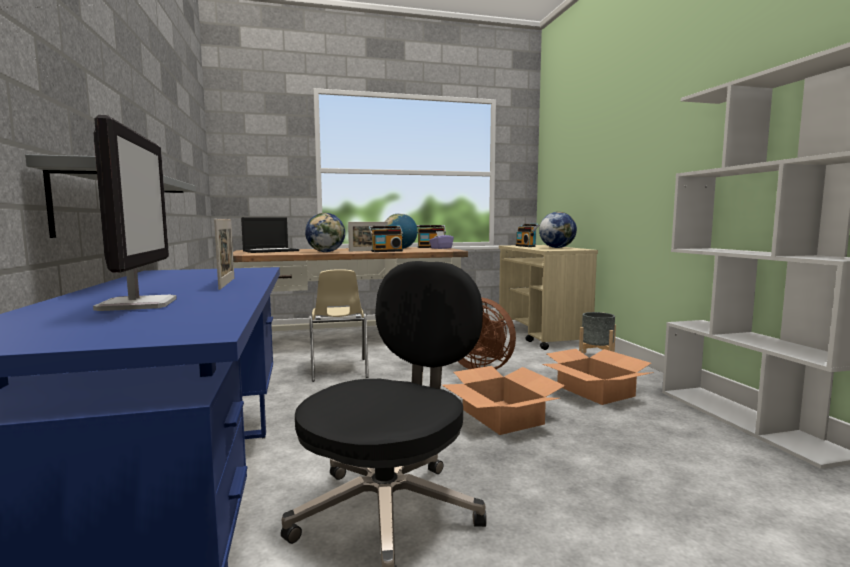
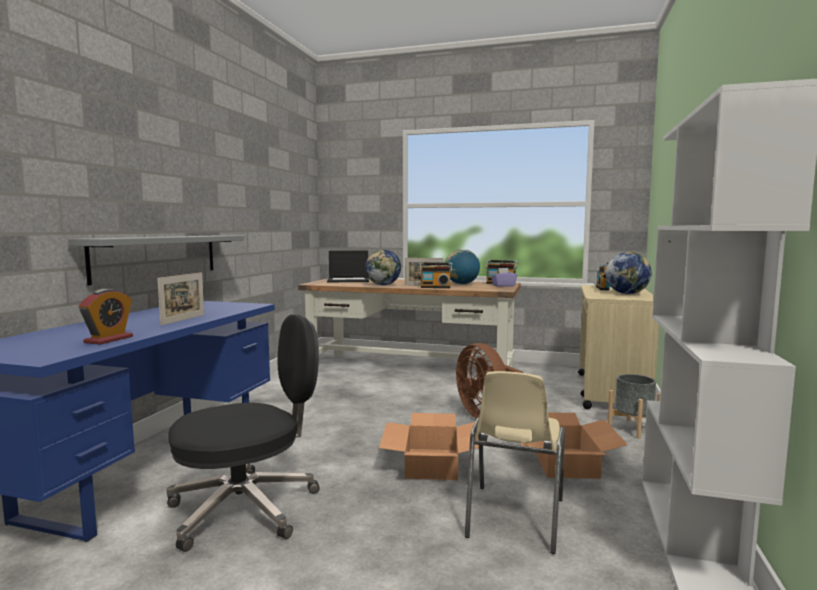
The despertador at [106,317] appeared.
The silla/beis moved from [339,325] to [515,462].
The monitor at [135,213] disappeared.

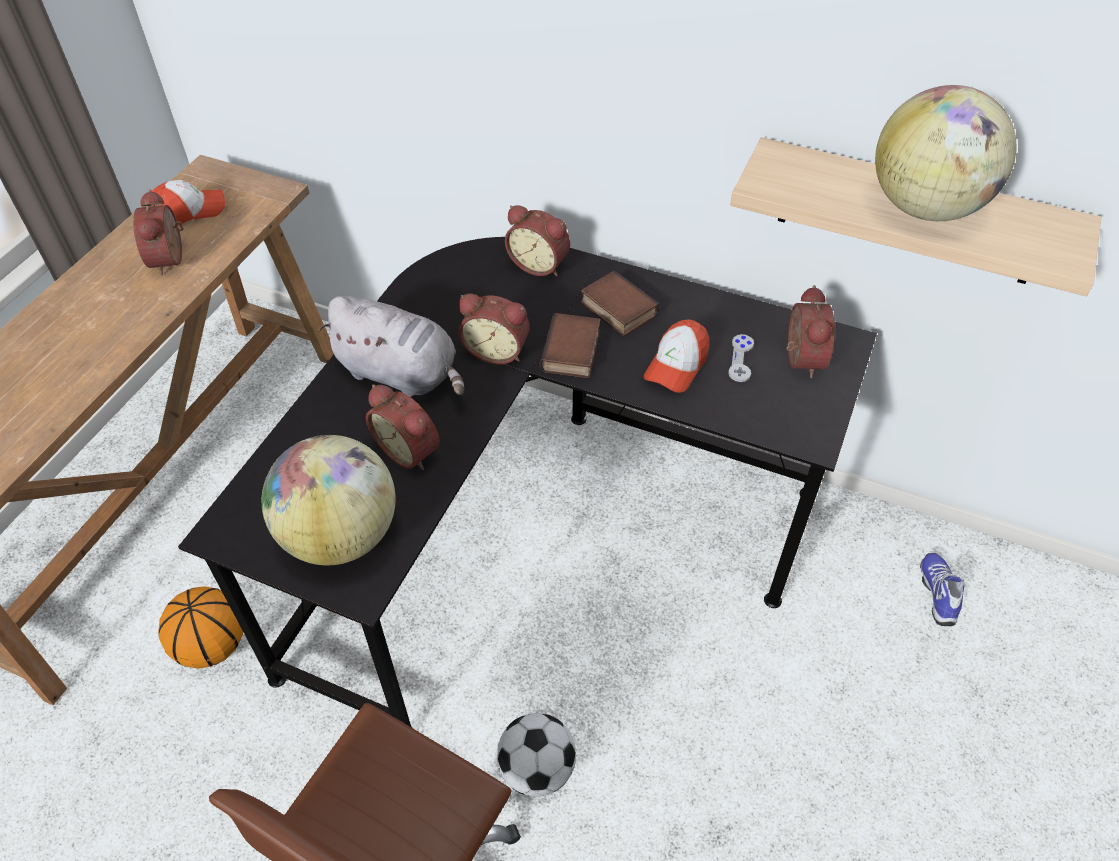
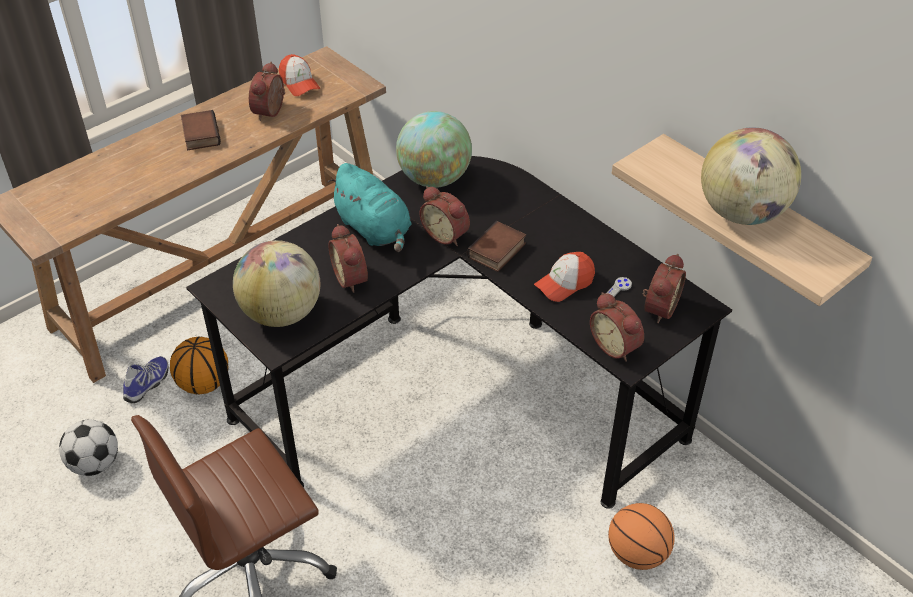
The balón de fútbol moved from [536,755] to [88,448].
The zapato moved from [942,589] to [146,379].
The libro moved from [620,303] to [201,130].
The gorra at [186,202] turned 60 degrees clockwise.
The peluche/gris at [391,346] became the peluche/turquesa at [369,207].
The globo terráqueo at [434,149] appeared.
The despertador moved from [537,240] to [617,327].
The balón de baloncesto at [641,536] appeared.

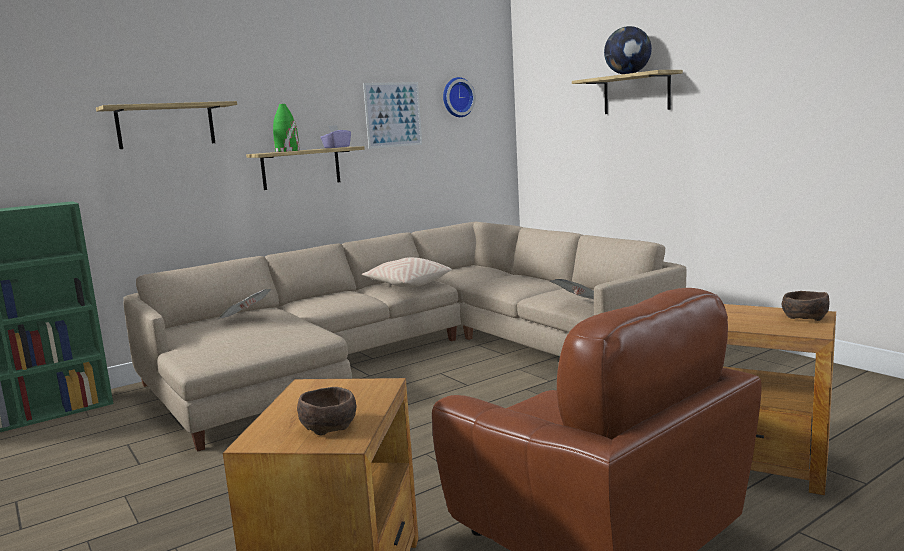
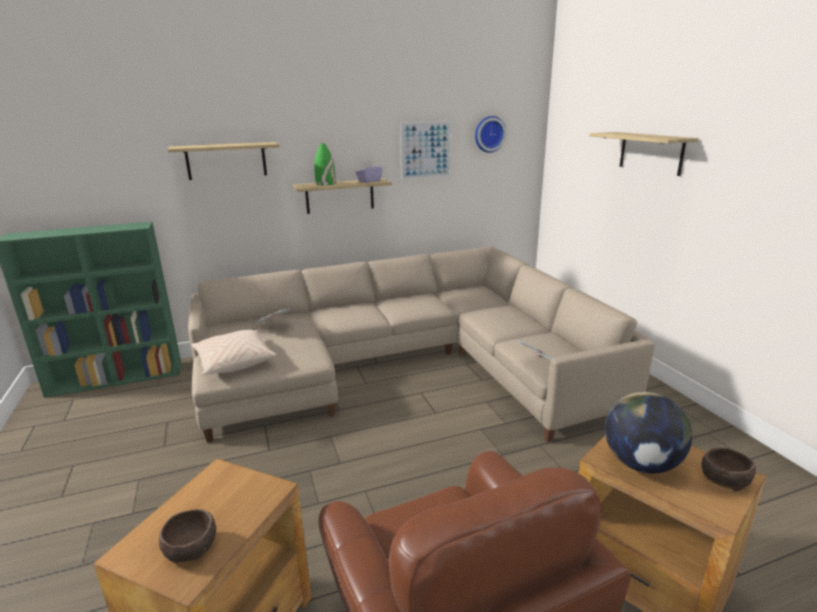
The cojín/beis moved from [407,272] to [233,352].
The globo terráqueo moved from [628,50] to [648,432].

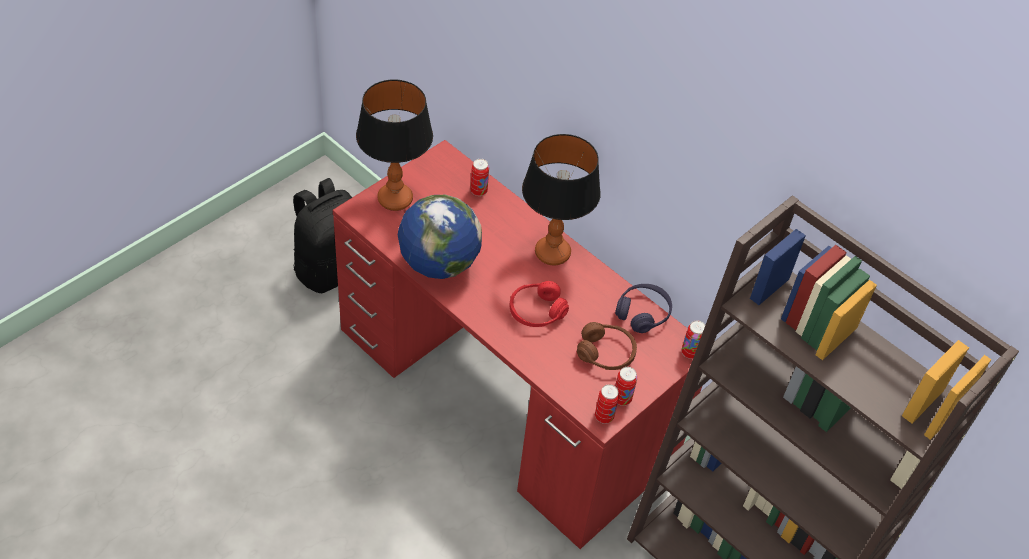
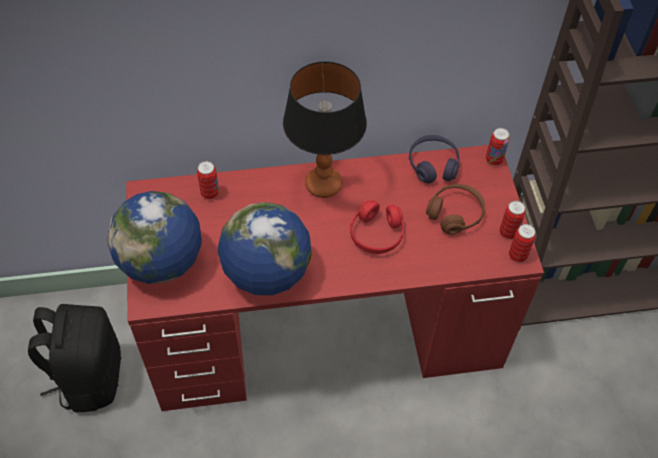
The lámpara de mesa at [394,145] was replaced by the globo terráqueo at [154,237].

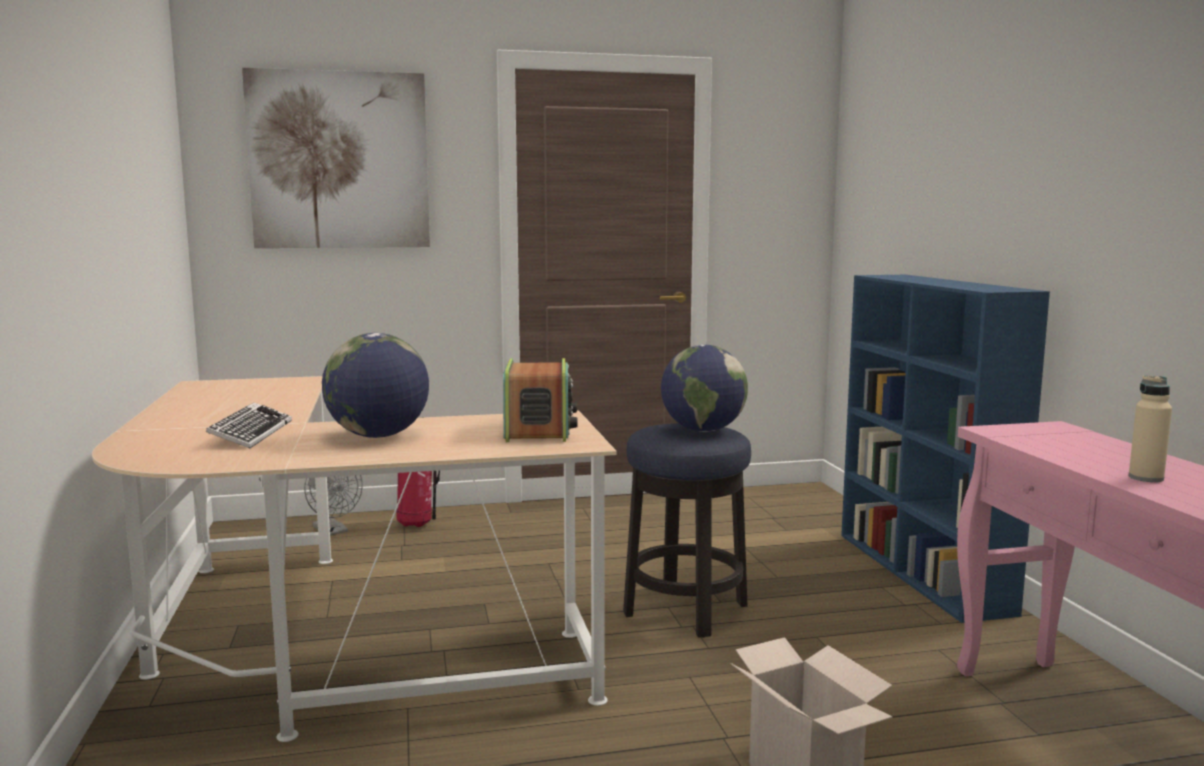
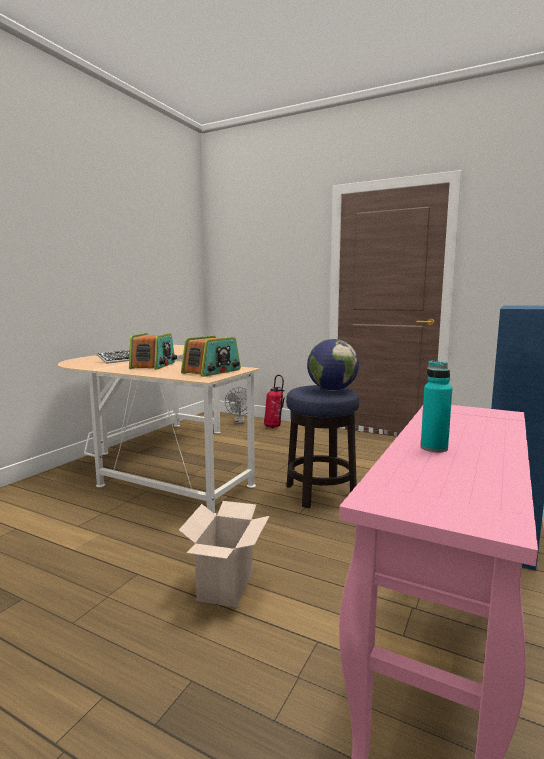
The globo terráqueo at [375,385] was replaced by the radio at [153,351].
The botella/beis at [1150,429] became the botella/turquesa at [436,406].
The cuadro at [336,158] disappeared.

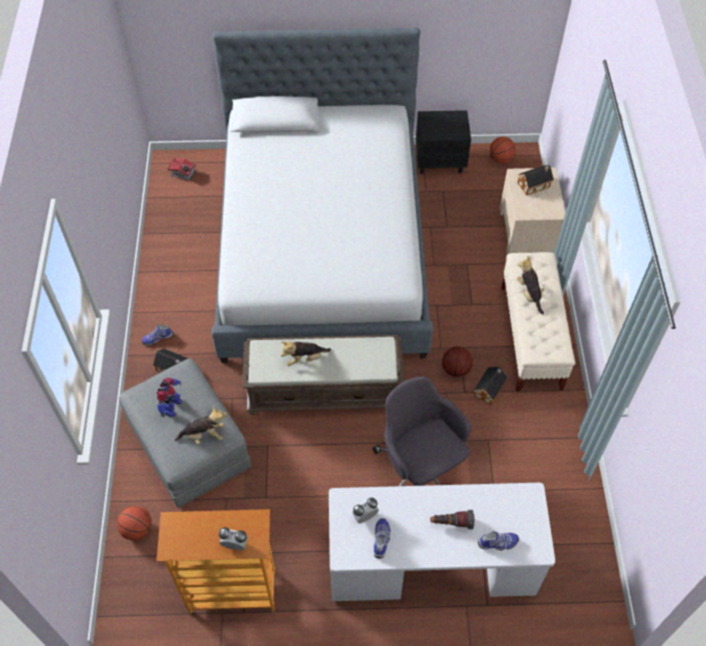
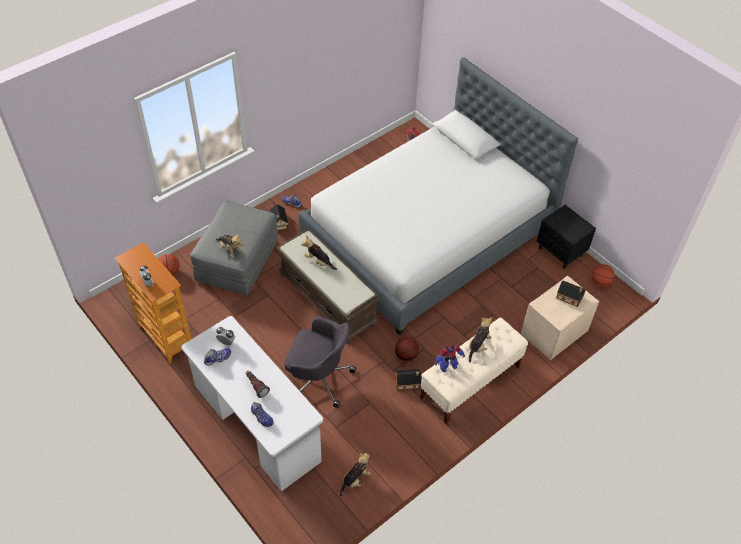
The silla de oficina/gris at [422,431] turned 90 degrees clockwise.
The peluche at [355,474] appeared.
The robot de juguete moved from [169,397] to [450,358].

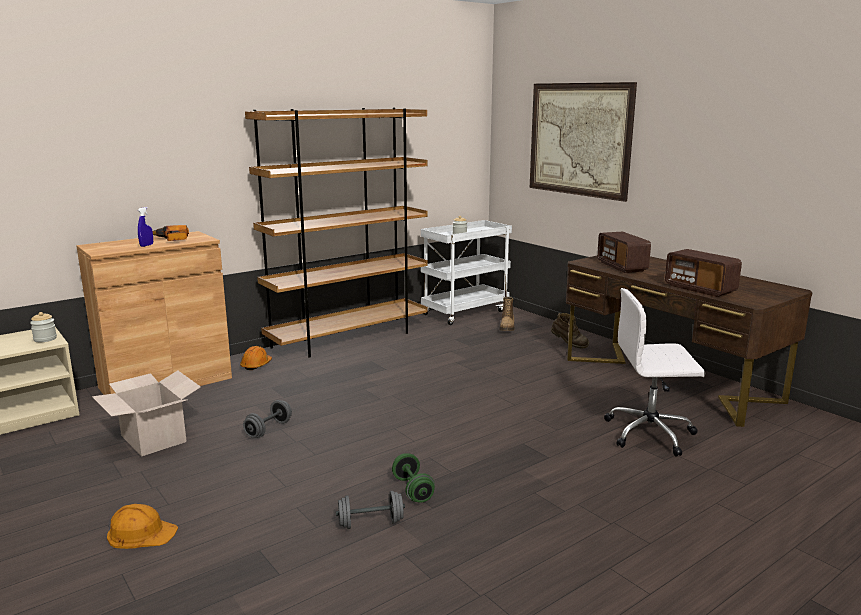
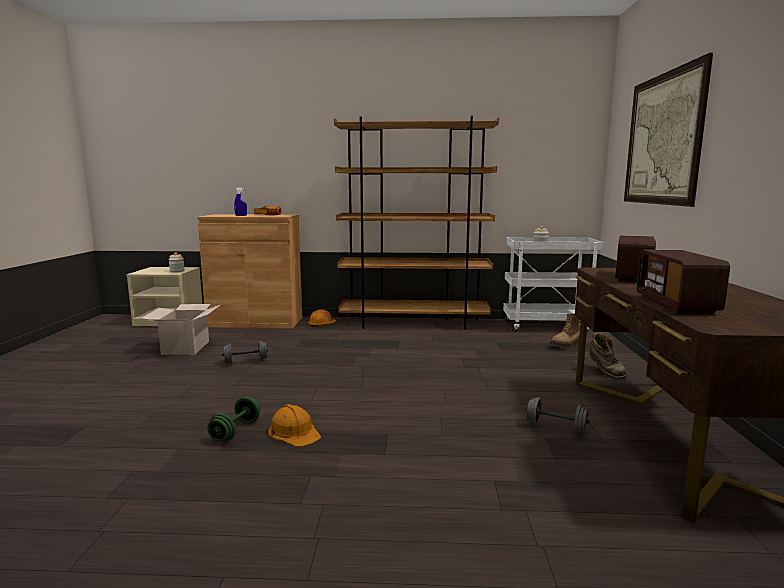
The casco/naranja moved from [142,526] to [294,425].
The mancuerna/gris moved from [370,510] to [558,415].
The silla de oficina/blanco at [654,372] disappeared.

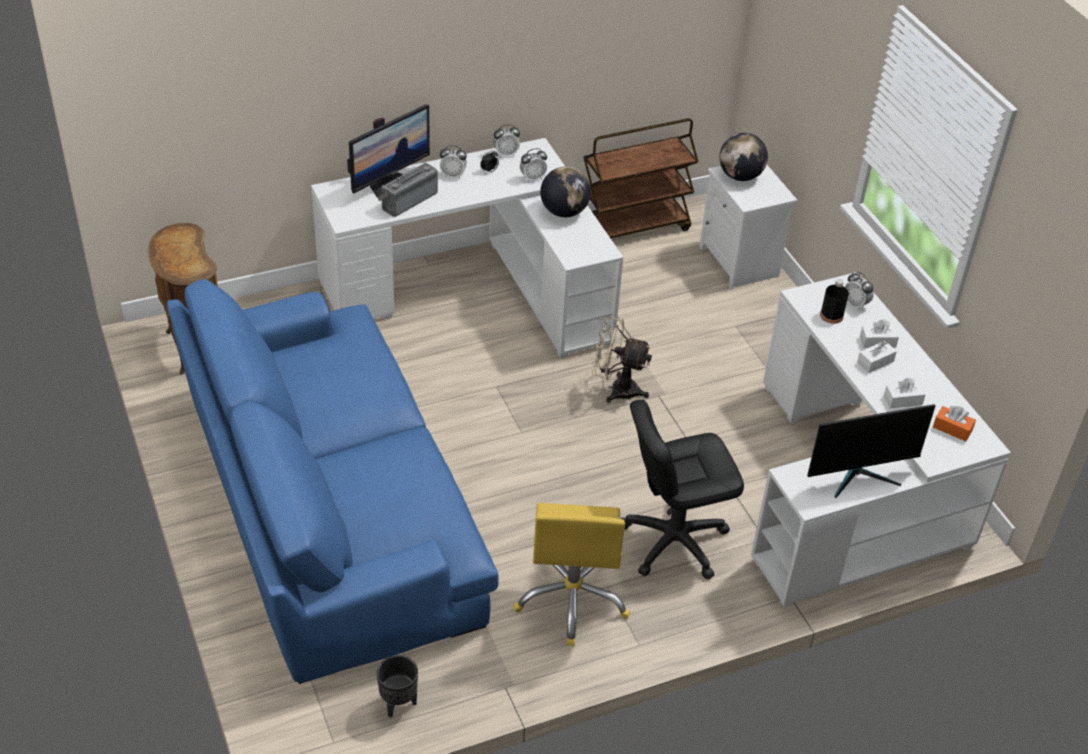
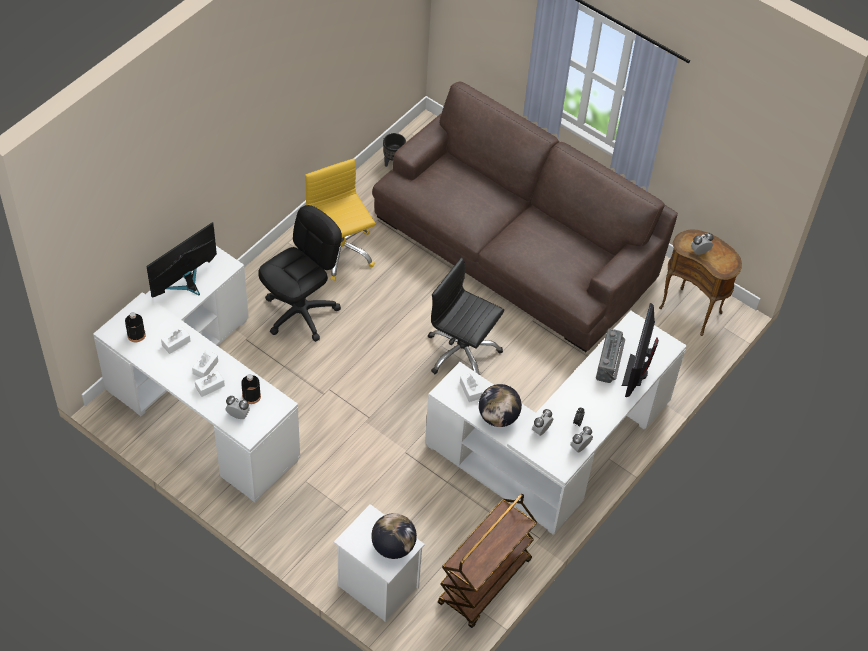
The caja de pañuelos/naranja at [954,423] was replaced by the botella/negro at [135,327].
The sofá/azul at [333,481] became the sofá/marrón at [525,216].
The silla de oficina/negro at [466,316] appeared.
The caja de pañuelos/blanco at [471,387] appeared.
The despertador moved from [453,162] to [702,244].
The ventilador/beis at [622,360] disappeared.

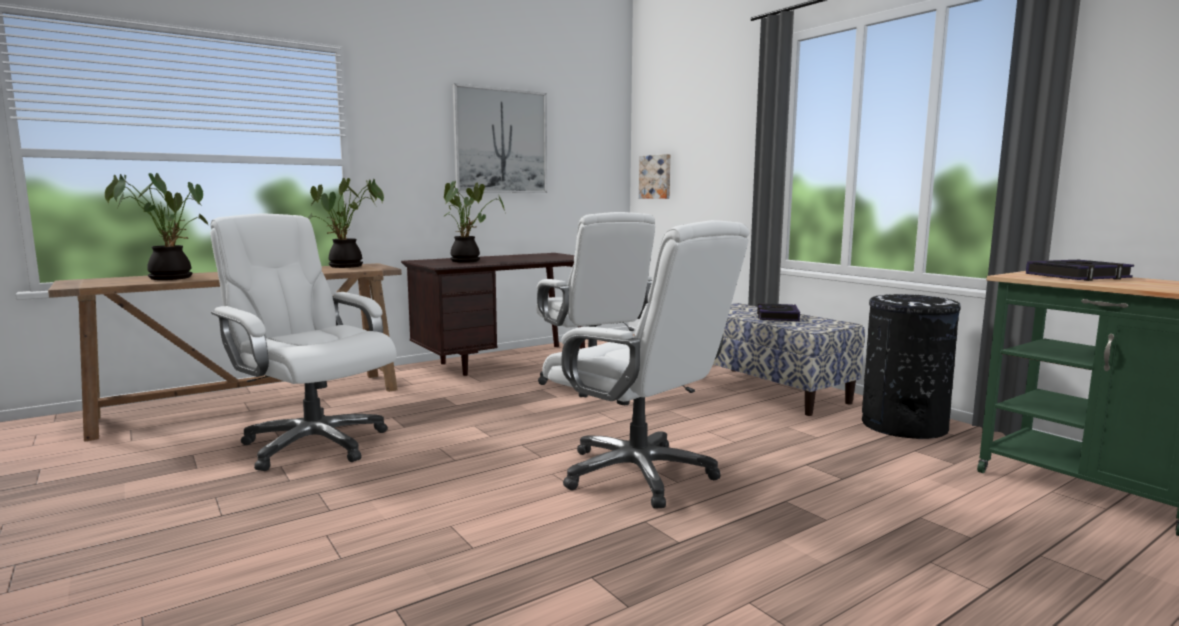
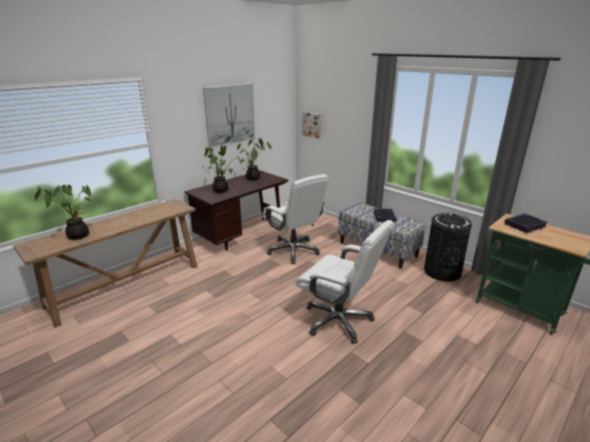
The planta en maceta moved from [346,223] to [254,159].
The silla de oficina/blanco at [303,342] disappeared.

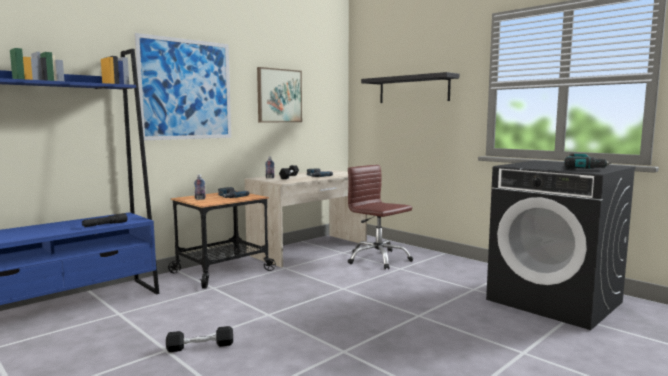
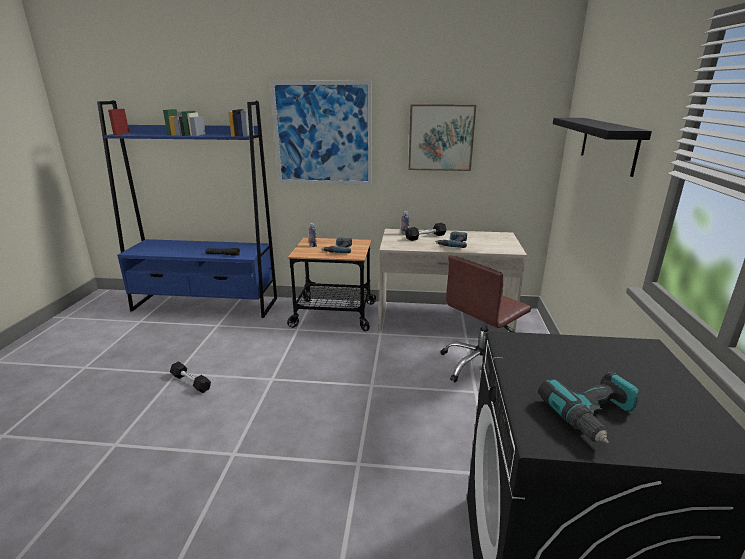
The silla de oficina/marrón at [380,217] turned 135 degrees counterclockwise.

